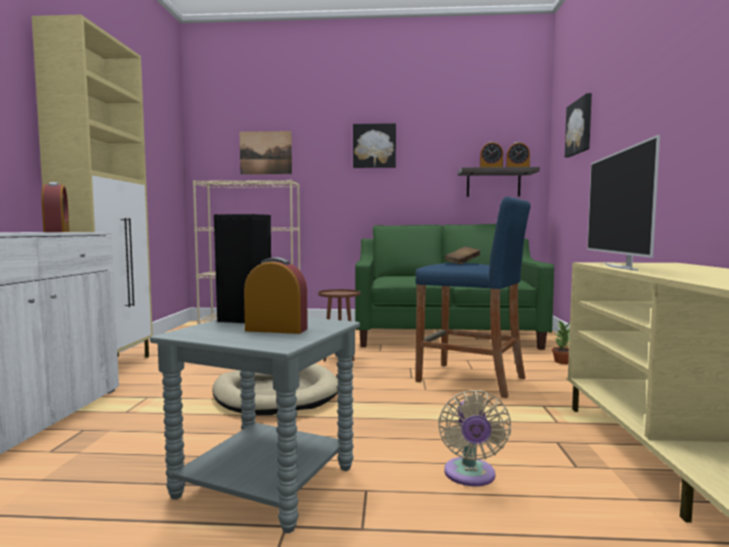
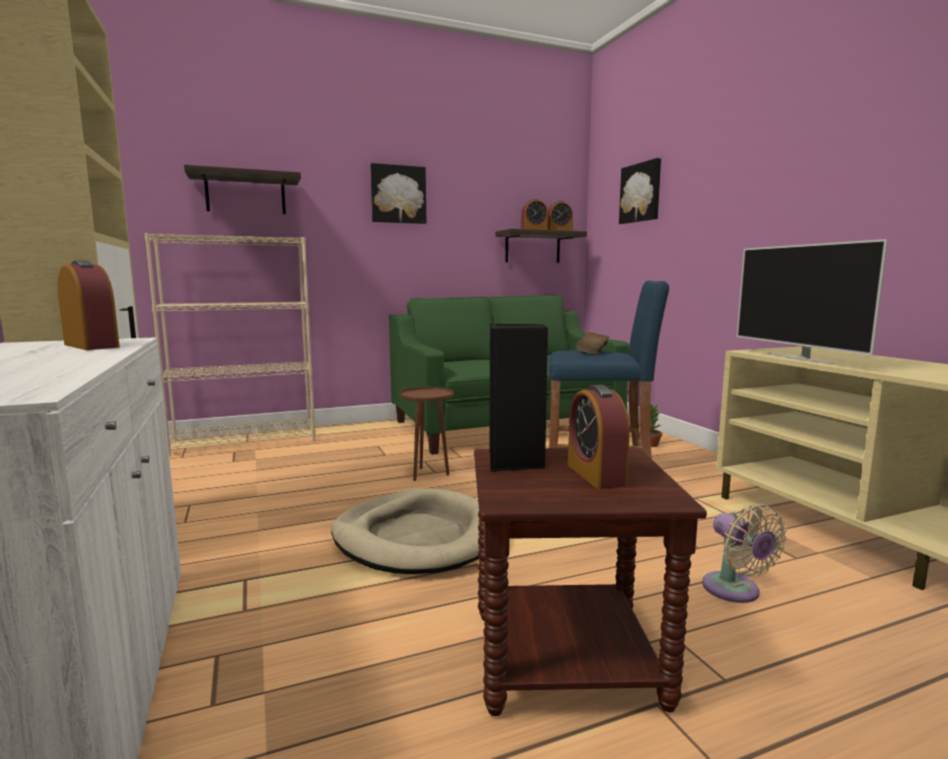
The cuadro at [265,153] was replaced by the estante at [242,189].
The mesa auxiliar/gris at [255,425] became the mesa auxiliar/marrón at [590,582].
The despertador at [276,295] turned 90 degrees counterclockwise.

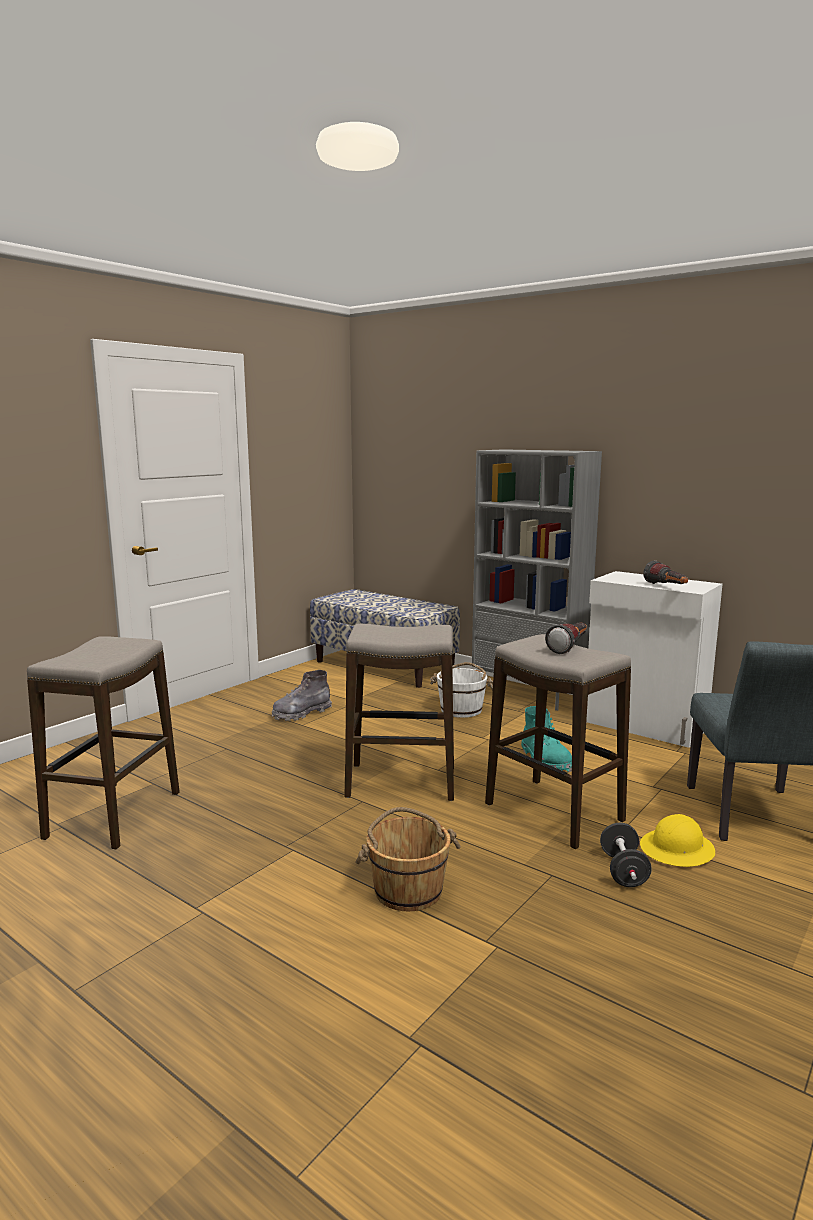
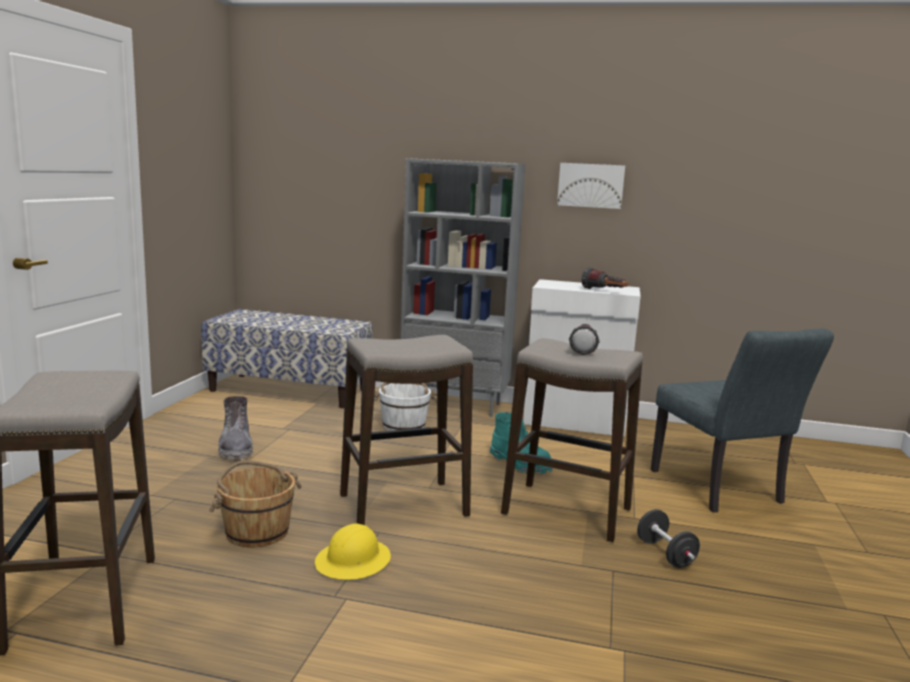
The cubo/marrón moved from [408,859] to [255,503].
The bota/gris at [301,695] turned 45 degrees counterclockwise.
The casco/amarillo moved from [677,840] to [353,551].
The cuadro at [591,186] appeared.

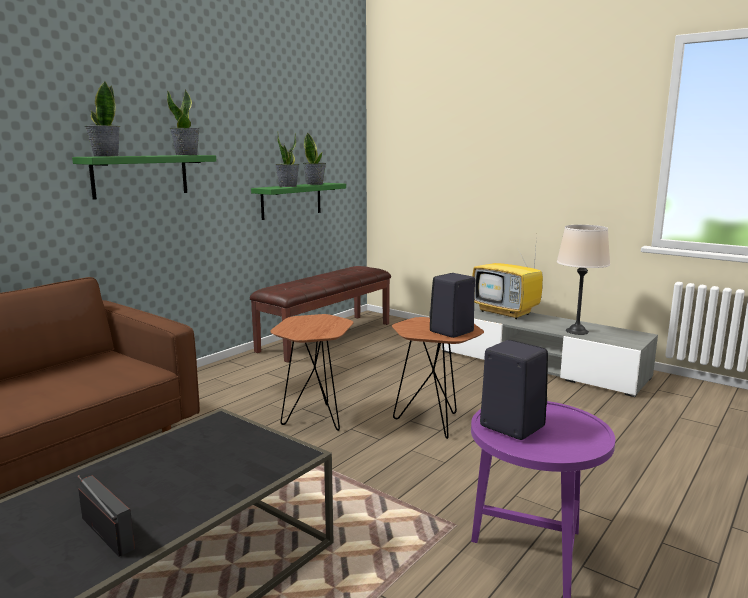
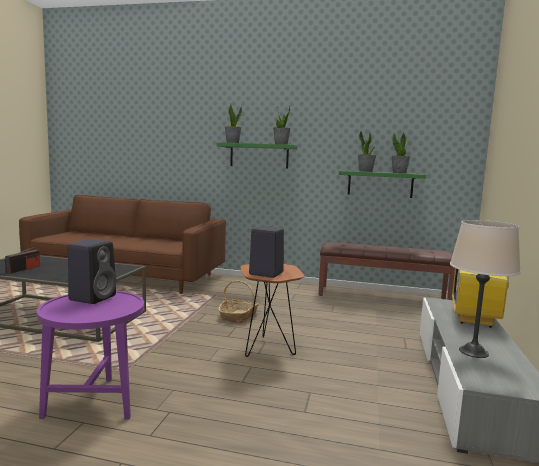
The mesa auxiliar/marrón at [312,372] was replaced by the cesta at [238,302].

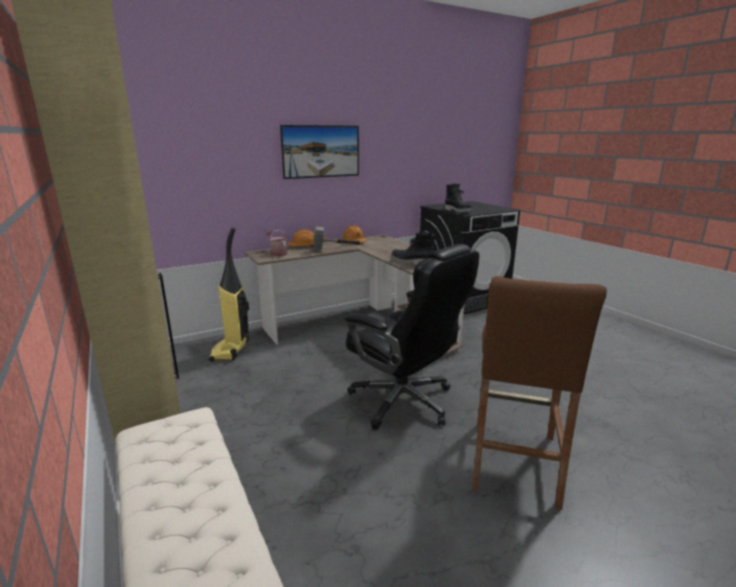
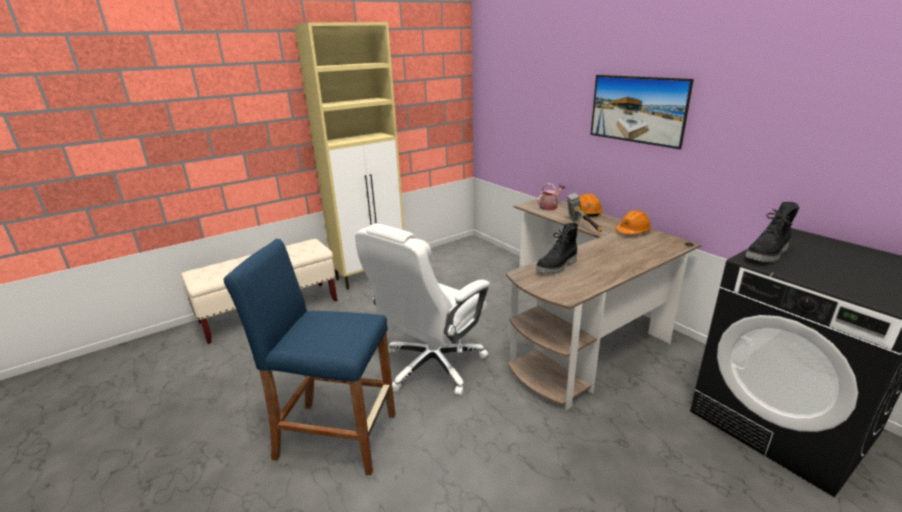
The taburete/marrón at [539,393] became the taburete/azul at [309,357].
The silla de oficina/negro at [412,337] became the silla de oficina/blanco at [422,309].
The bota/negro at [413,247] turned 150 degrees counterclockwise.
The aspiradora at [228,294] disappeared.

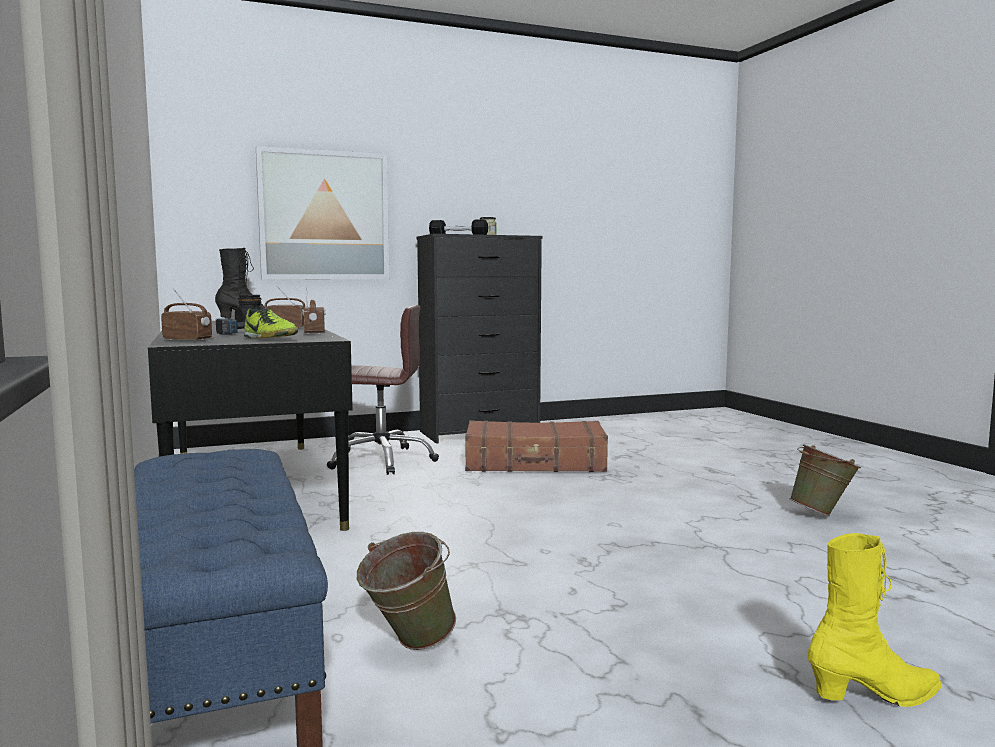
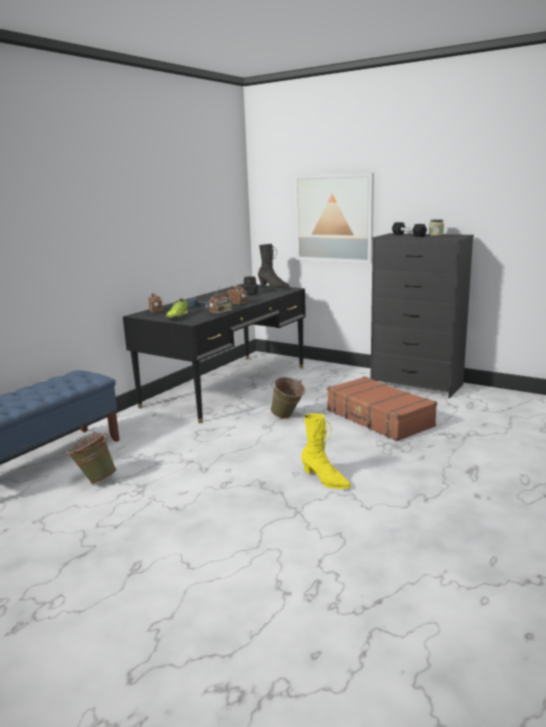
The cubo/verde moved from [825,480] to [288,398].
The bota/amarillo moved from [875,620] to [326,451].
The silla de oficina/marrón at [383,390] disappeared.

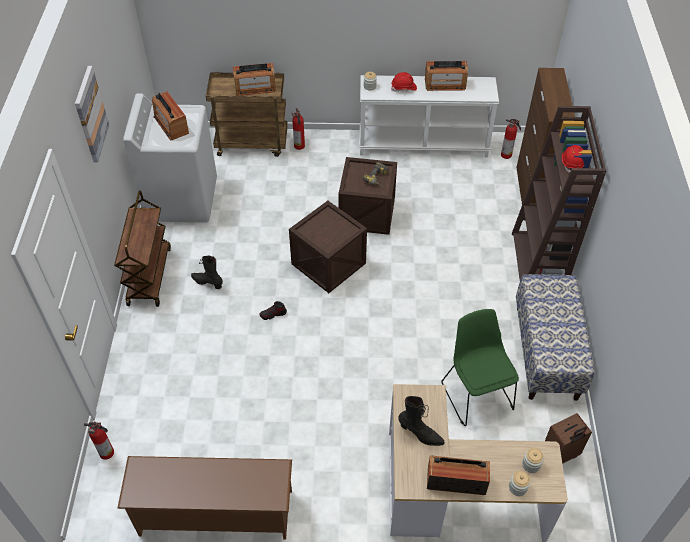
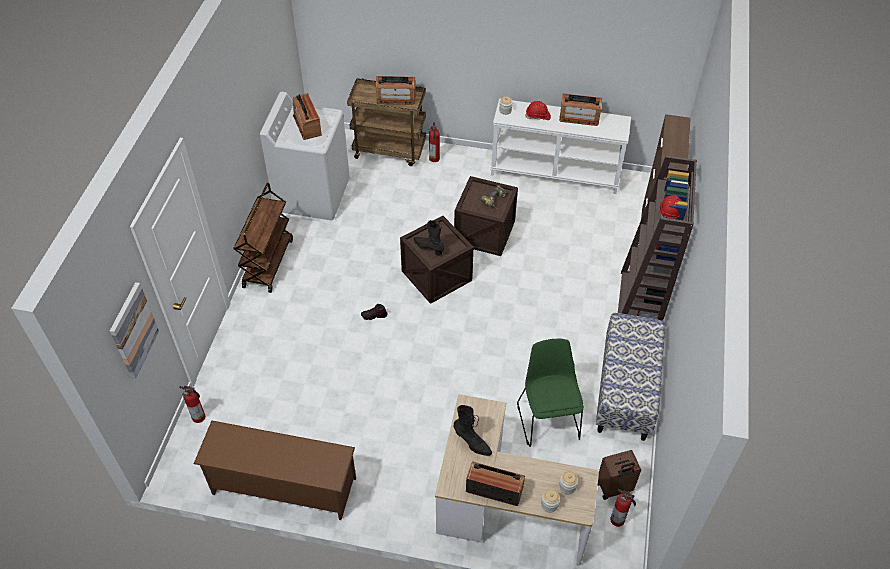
The cuadro moved from [92,114] to [134,330].
The bota/negro moved from [207,272] to [429,238].
The extintor moved from [511,139] to [623,508].

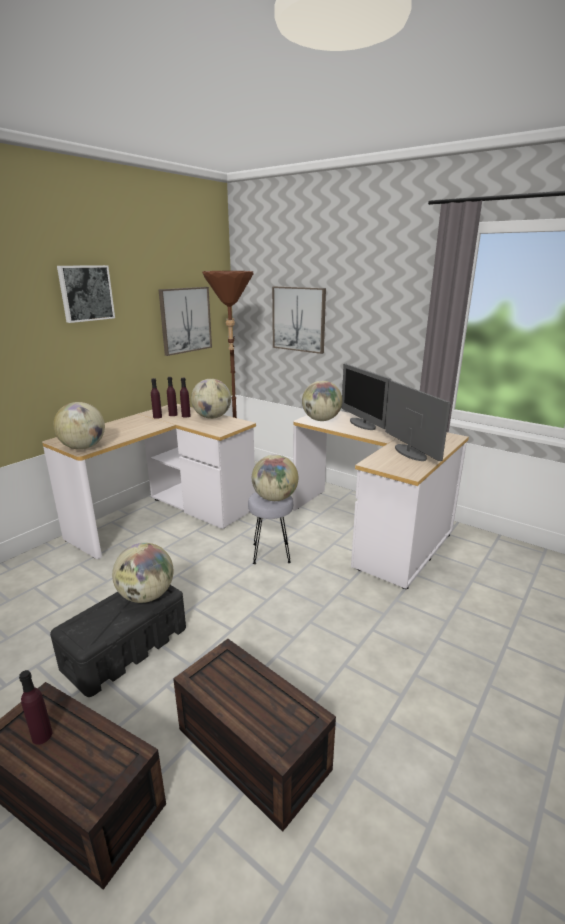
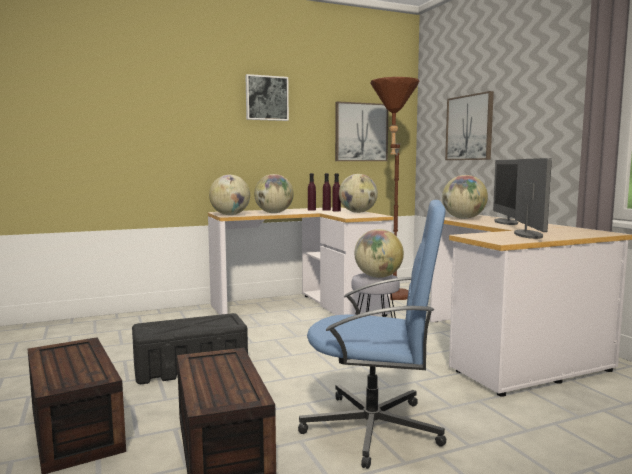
The globo terráqueo moved from [142,573] to [274,193].
The silla de oficina/azul at [372,334] appeared.
The botella/morado at [35,707] disappeared.

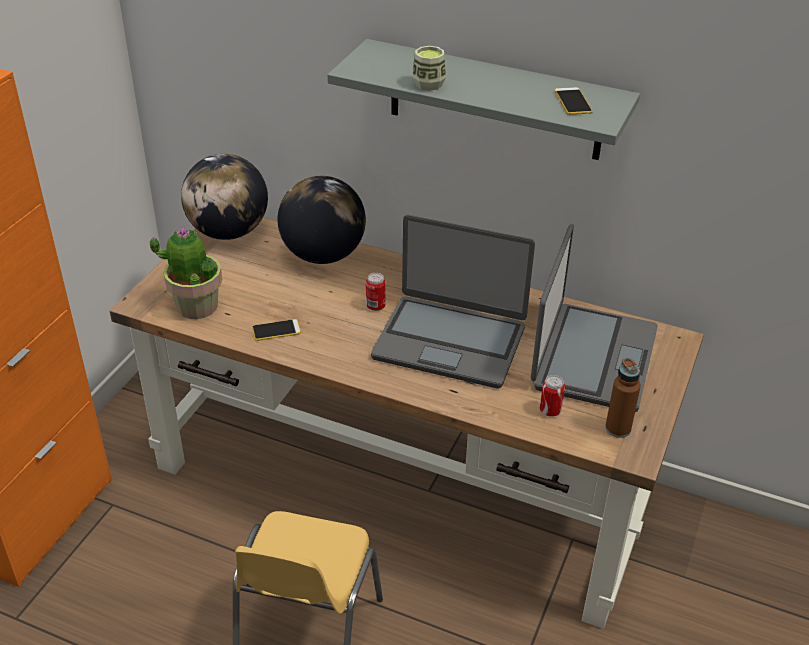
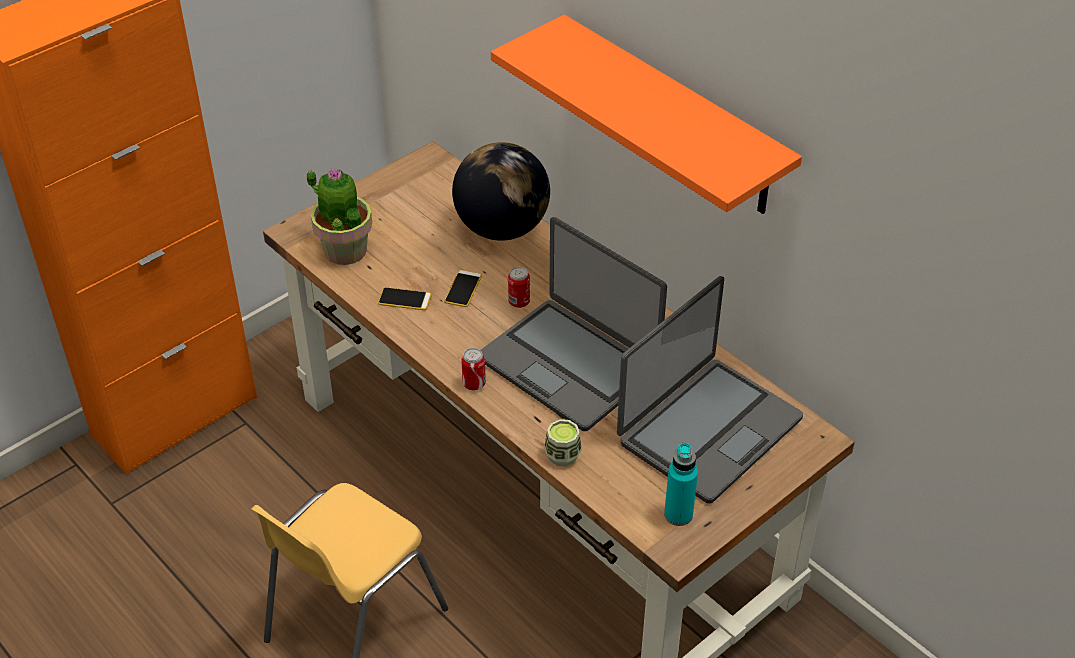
The móvil moved from [573,101] to [463,288].
The lata moved from [552,396] to [473,369].
The estante/gris at [483,99] became the estante/naranja at [646,114].
The taza moved from [429,68] to [563,442].
The botella/marrón at [623,398] became the botella/turquesa at [681,484].
The globo terráqueo at [224,197] disappeared.

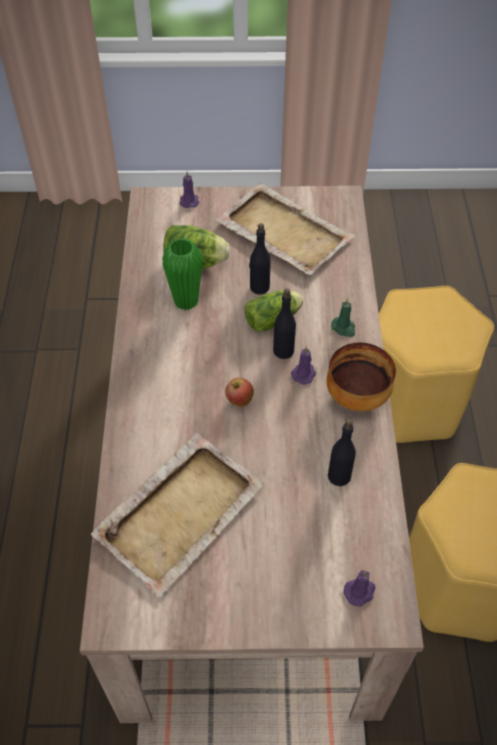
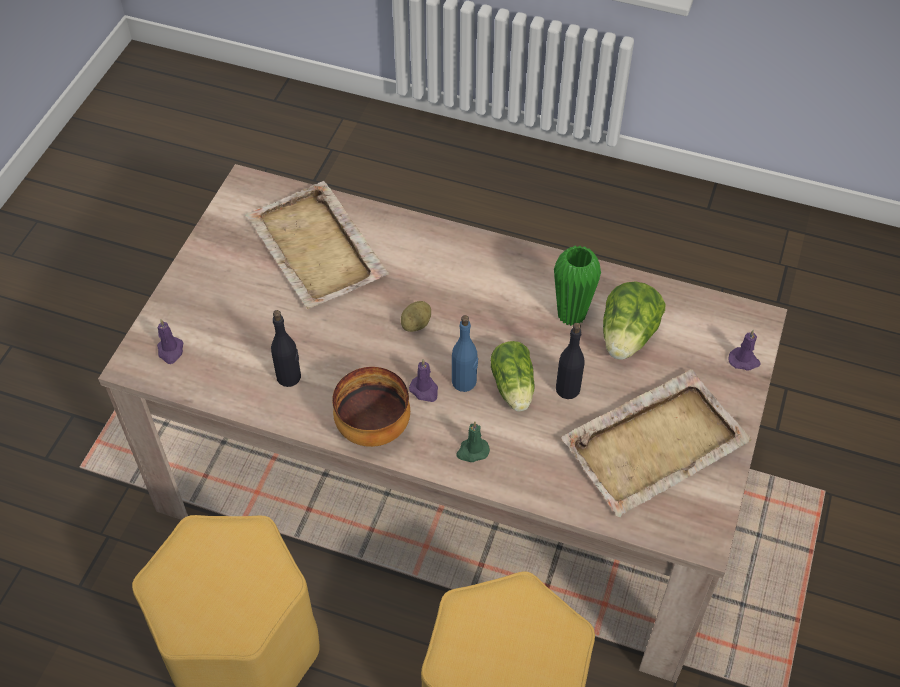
The manzana at [239,392] was replaced by the patata at [416,316].
The botella/negro at [284,323] became the botella/azul at [465,353].

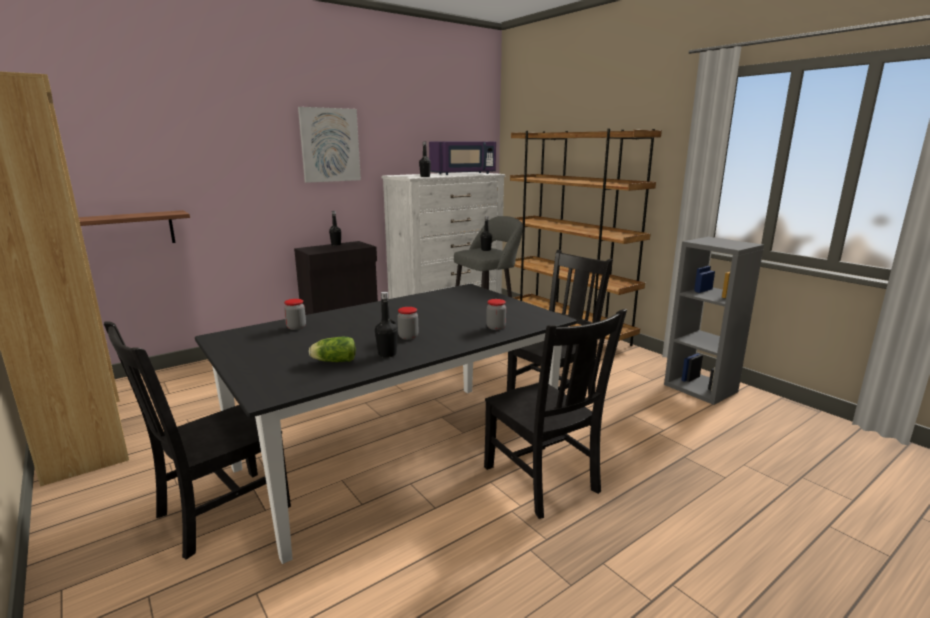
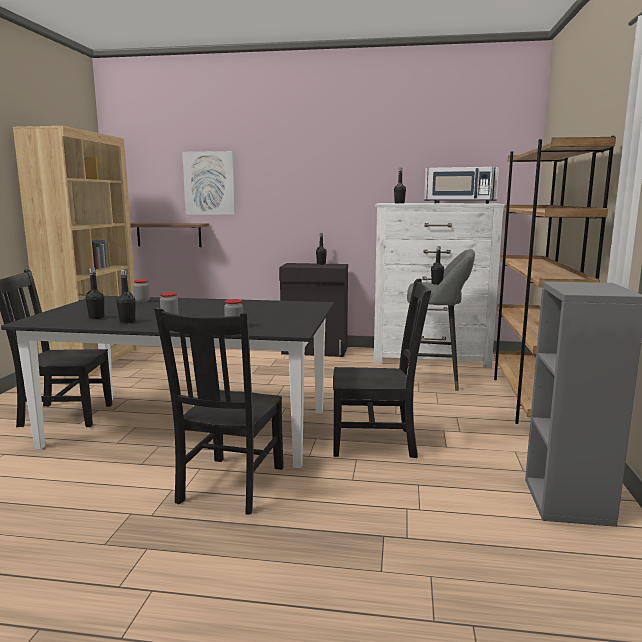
The lechuga at [332,349] was replaced by the botella/negro at [95,293].
The cuadro moved from [329,145] to [209,183].
The microondas/morado at [462,158] became the microondas/blanco at [461,185].

